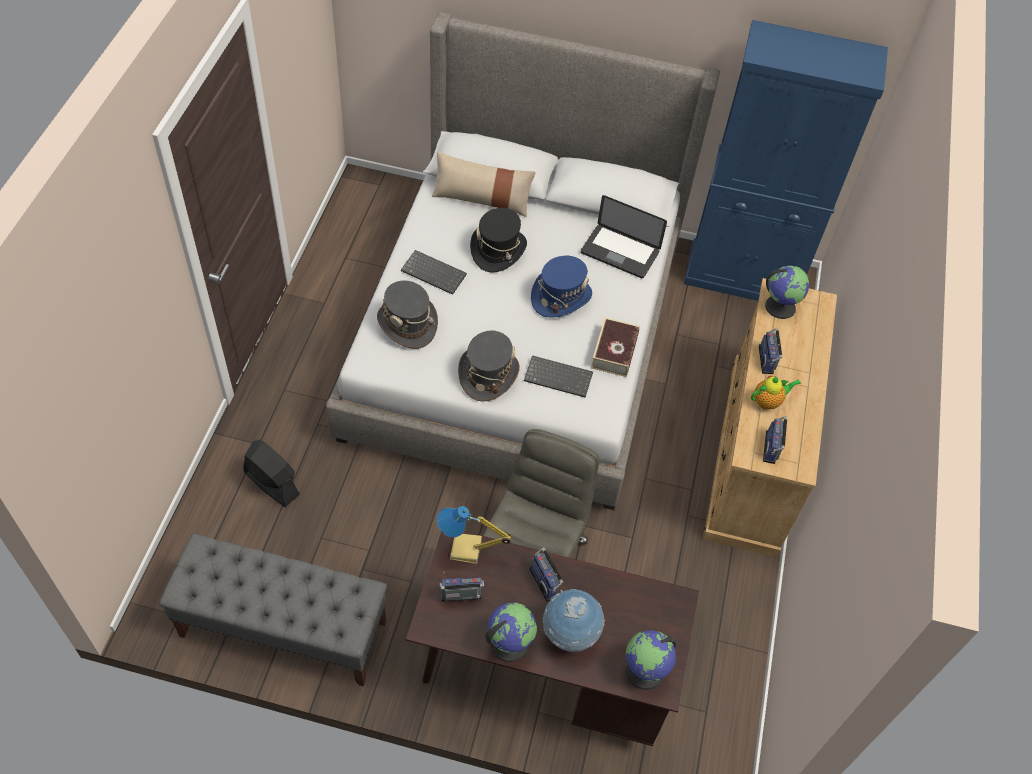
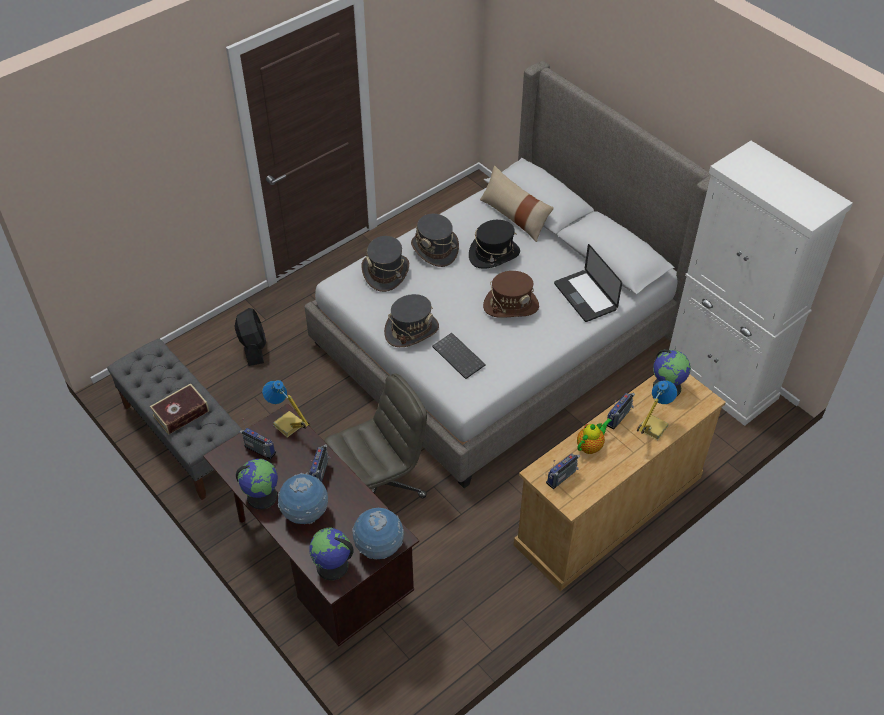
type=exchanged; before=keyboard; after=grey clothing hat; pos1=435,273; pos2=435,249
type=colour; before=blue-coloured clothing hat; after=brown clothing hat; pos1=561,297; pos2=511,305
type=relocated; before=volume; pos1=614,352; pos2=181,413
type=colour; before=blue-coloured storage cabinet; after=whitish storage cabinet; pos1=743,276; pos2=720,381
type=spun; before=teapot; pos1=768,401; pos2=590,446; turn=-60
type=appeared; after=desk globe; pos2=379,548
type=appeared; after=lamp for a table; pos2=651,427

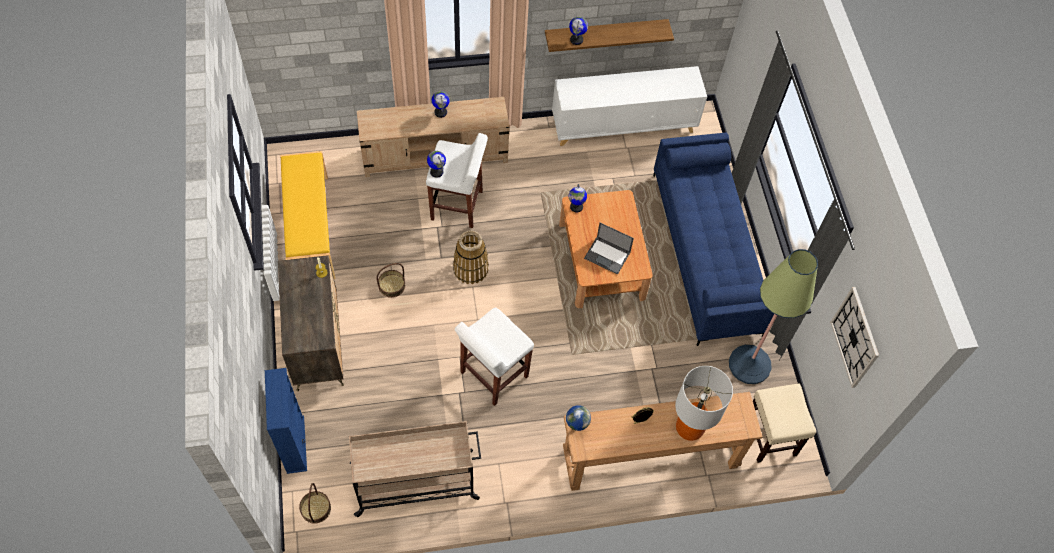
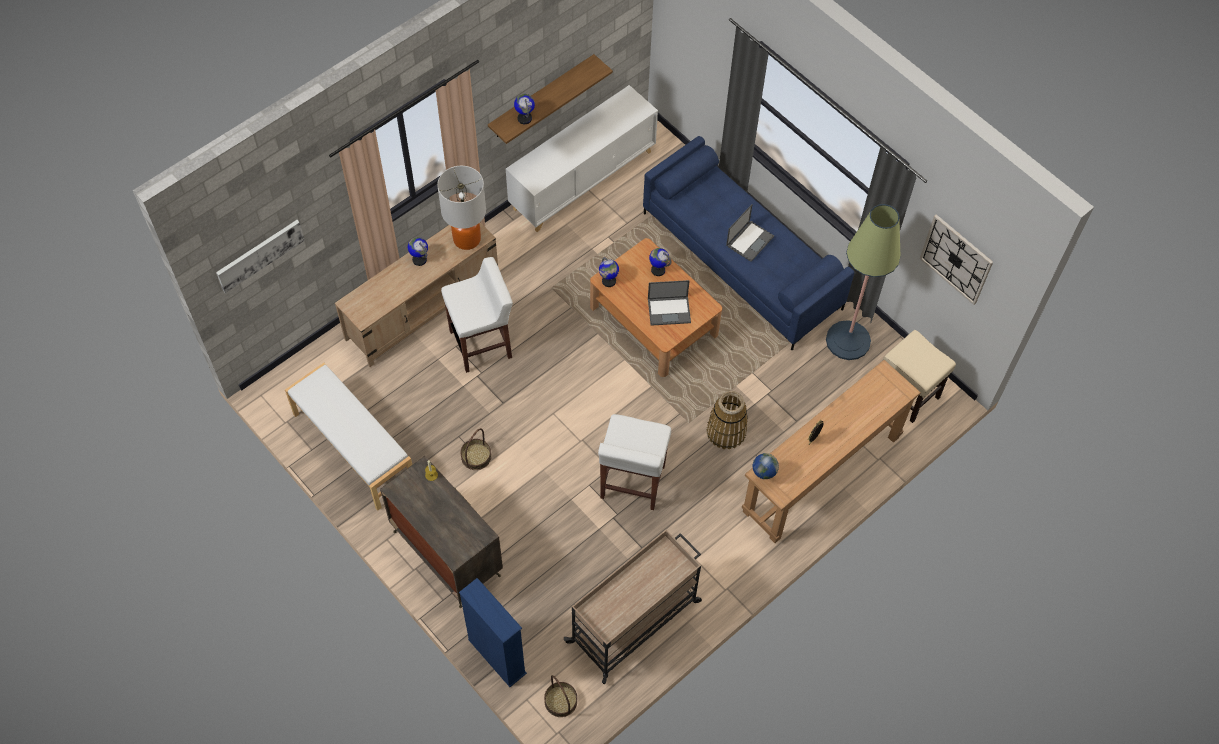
type=colour; before=yellow bench; after=whitish bench; pos1=309,228; pos2=353,448
type=relocated; before=desk globe; pos1=436,172; pos2=658,270
type=relocated; before=household basket; pos1=470,268; pos2=726,431
type=relocated; before=lamp for a table; pos1=690,427; pos2=466,239
type=appeared; after=wall picture; pos2=259,254
type=appeared; after=laptop; pos2=750,240

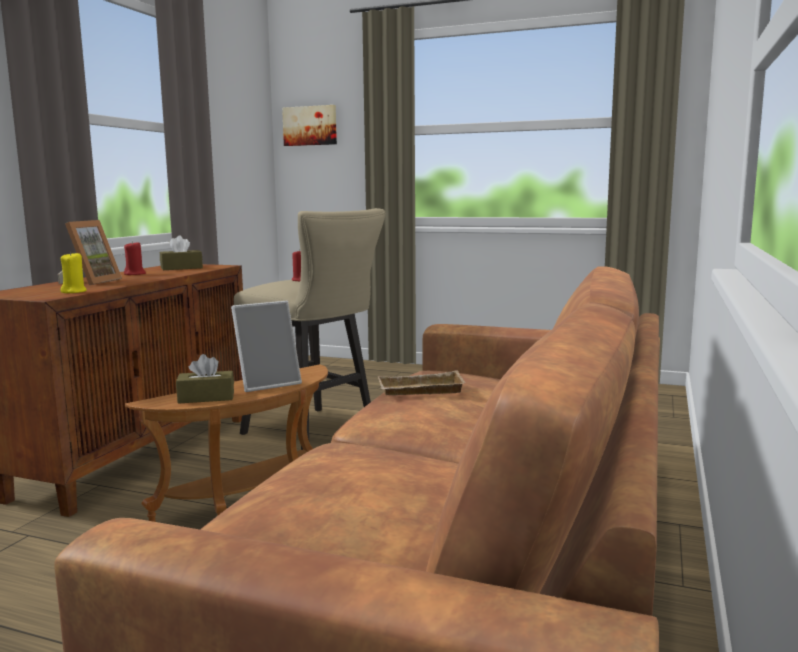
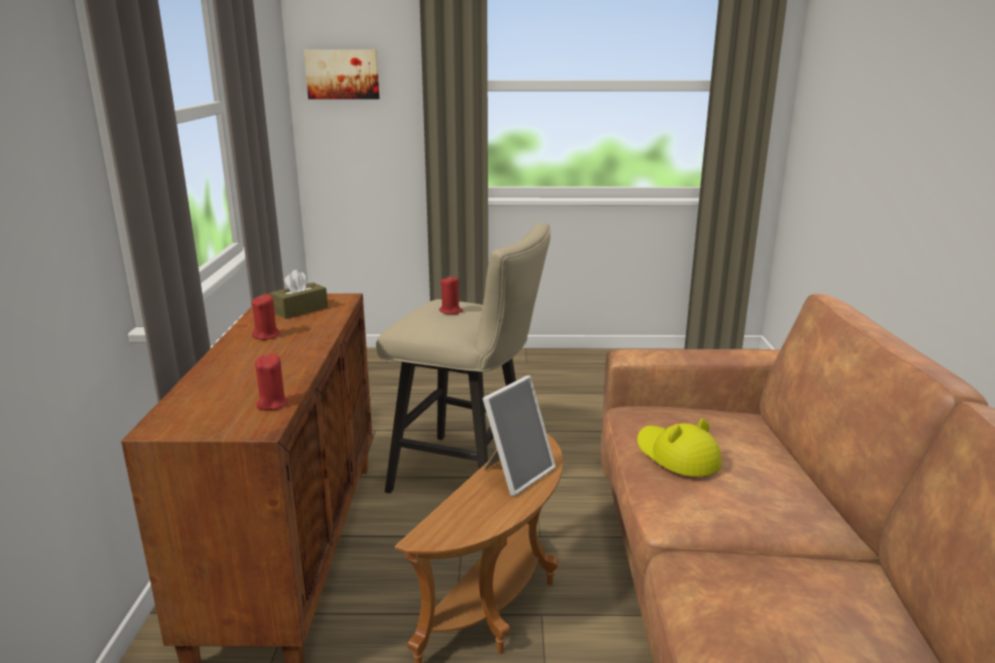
type=missing; before=picture frame; pos1=91,282
type=colour; before=yellow wax candle; after=red-coloured wax candle; pos1=74,292; pos2=272,404
type=missing; before=brown tissue holder; pos1=206,397
type=exchanged; before=beige serving tray; after=yellow clothing hat; pos1=420,391; pos2=676,455

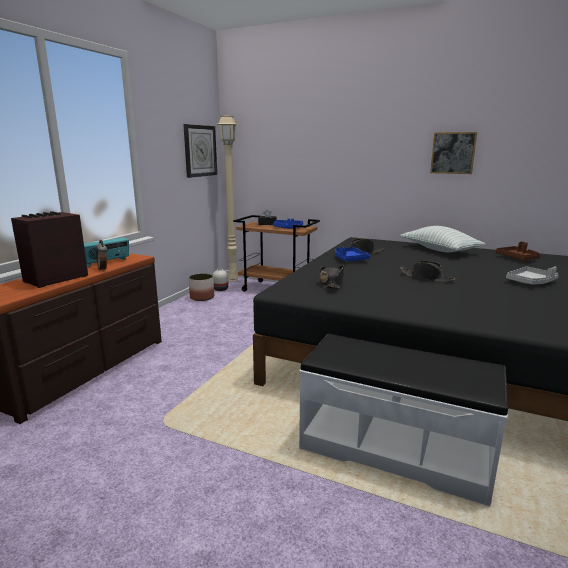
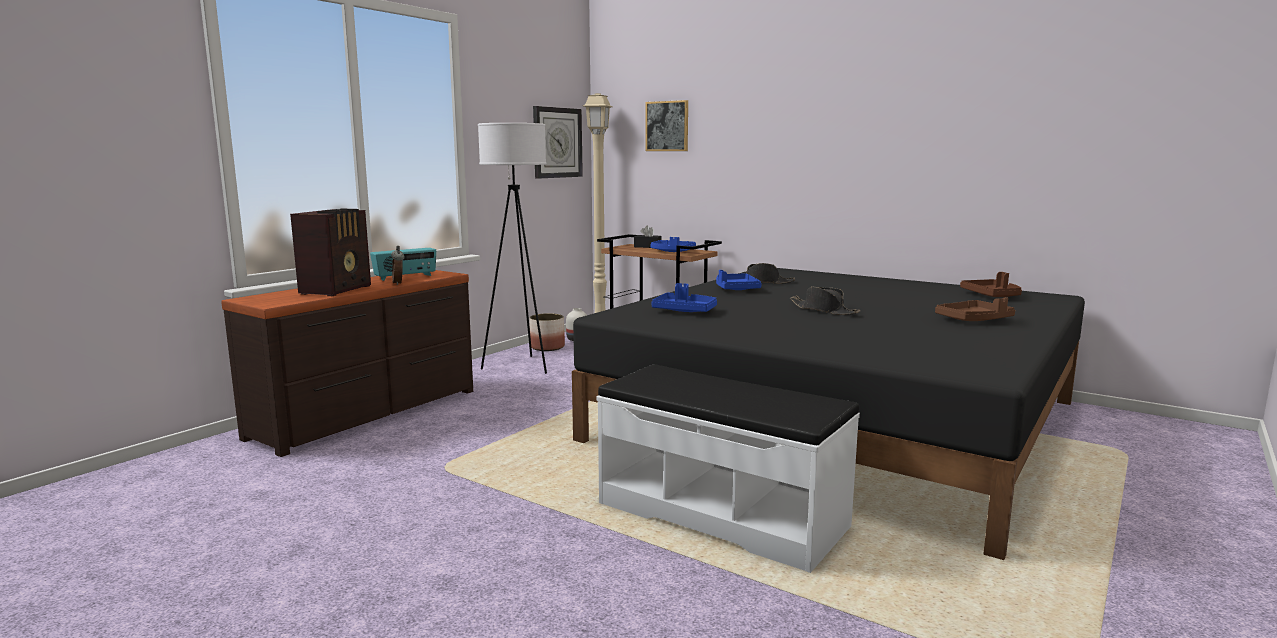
type=spun; before=radio set; pos1=54,279; pos2=338,289; turn=150
type=exchanged; before=black-coloured clothing hat; after=blue-coloured serving tray; pos1=331,283; pos2=685,311
type=missing; before=pillow; pos1=439,250
type=relocated; before=wall picture; pos1=453,153; pos2=667,126
type=colour; before=grey serving tray; after=brown serving tray; pos1=531,282; pos2=974,320
type=appeared; after=whitish standing lamp; pos2=520,366

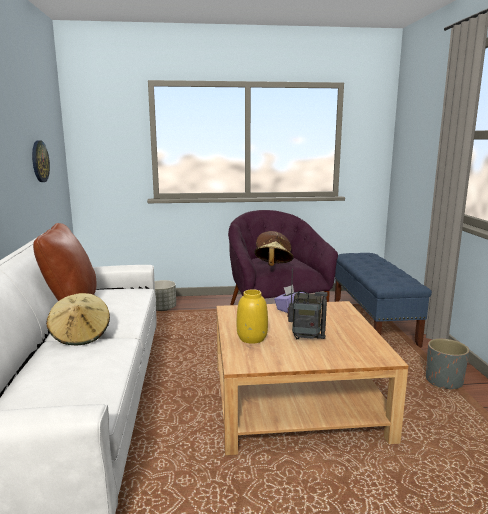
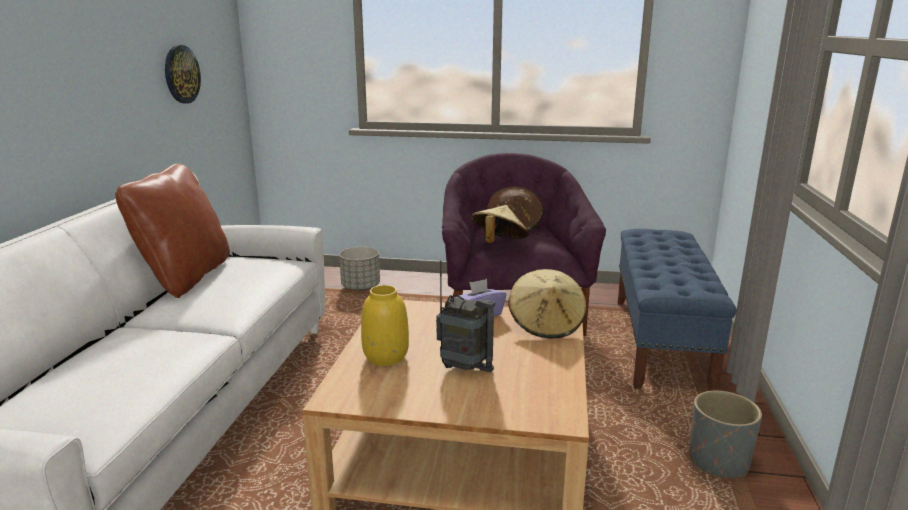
type=relocated; before=beige clothing hat; pos1=81,335; pos2=546,325

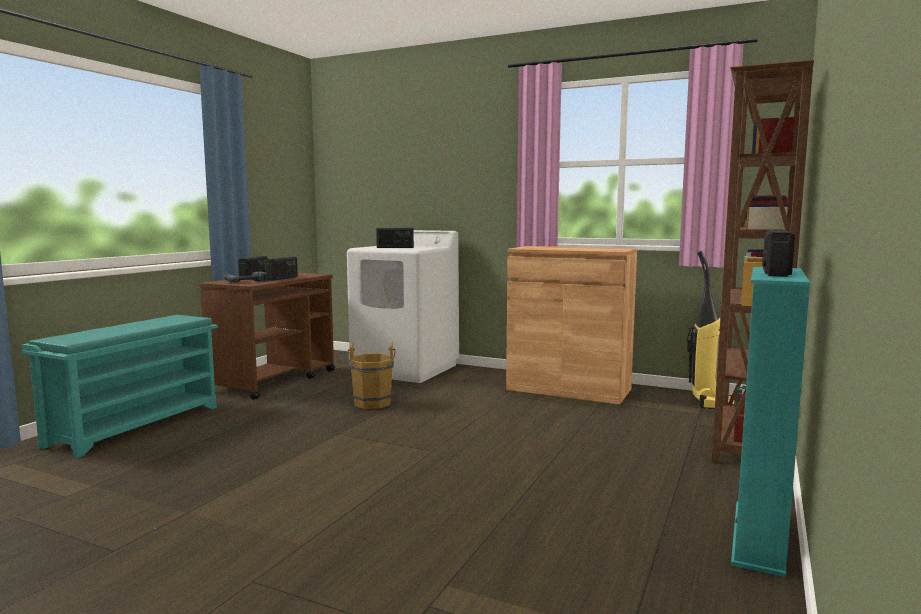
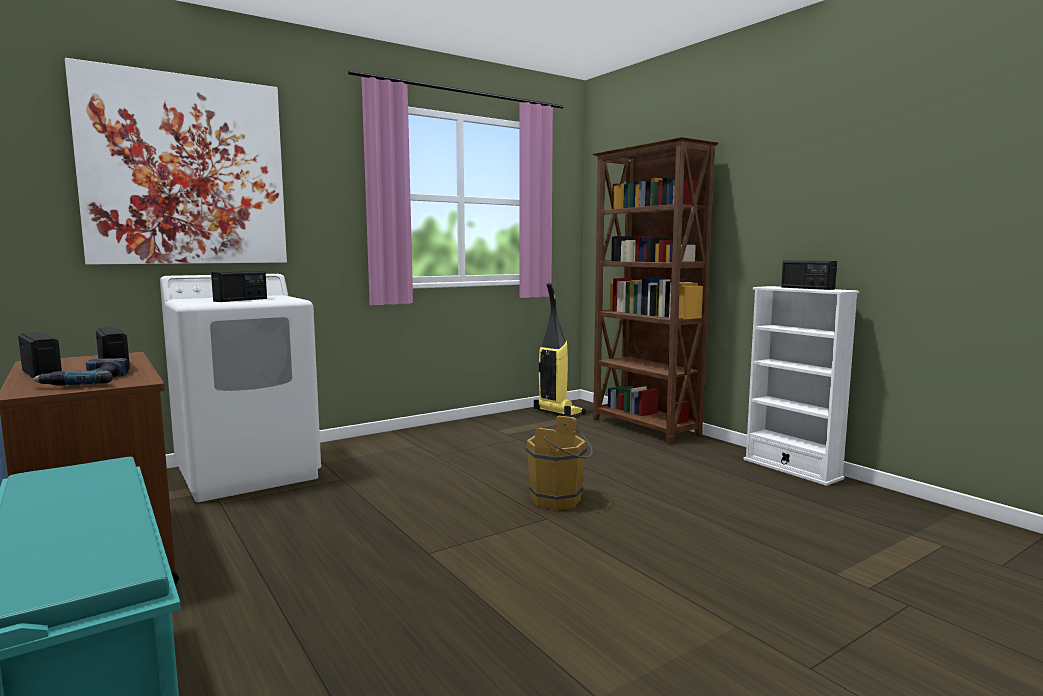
type=relocated; before=brown water bucket; pos1=372,404; pos2=559,501
type=missing; before=brown storage cabinet; pos1=568,389
type=colour; before=turquoise shelving unit; after=whitish shelving unit; pos1=759,537; pos2=791,469
type=appeared; after=wall picture; pos2=186,171

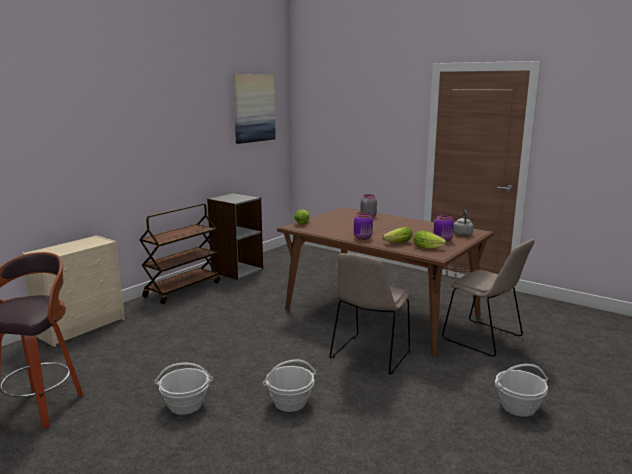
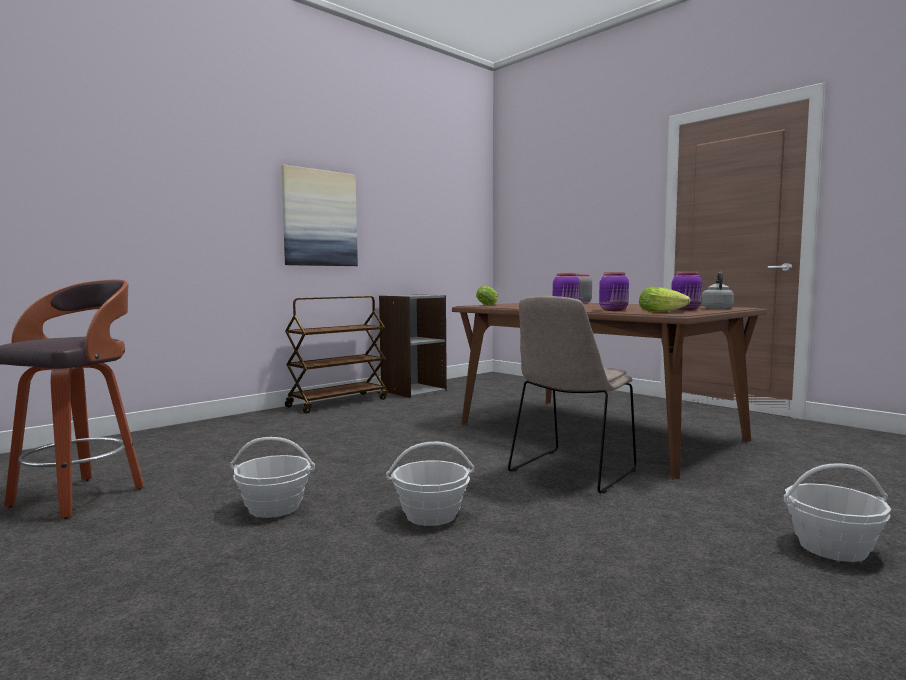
type=missing; before=beige drawer chest; pos1=82,327
type=relocated; before=wall picture; pos1=253,108; pos2=320,218
type=exchanged; before=head of lettuce; after=purple jar; pos1=396,243; pos2=614,310
type=missing; before=beige upright chair; pos1=485,339

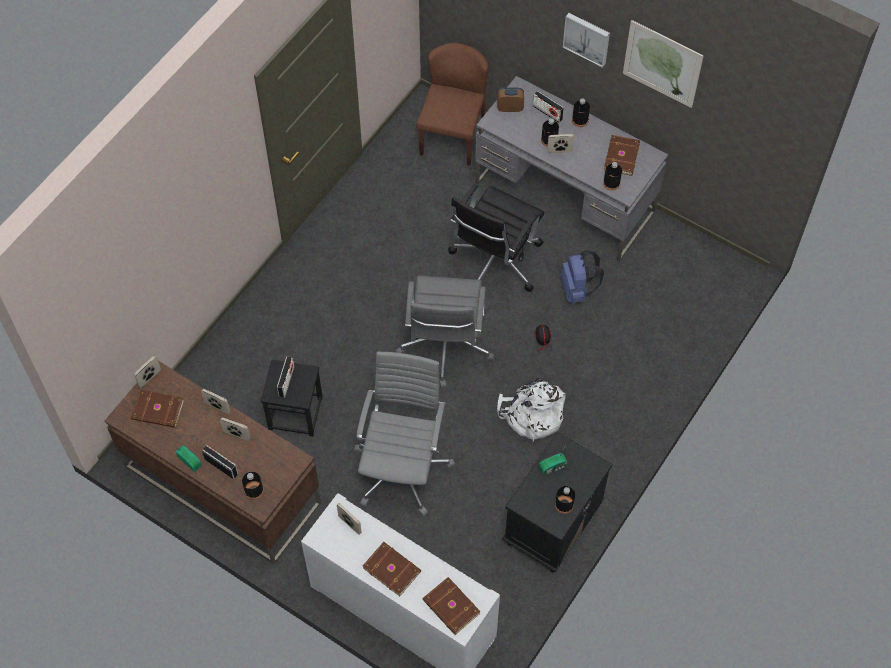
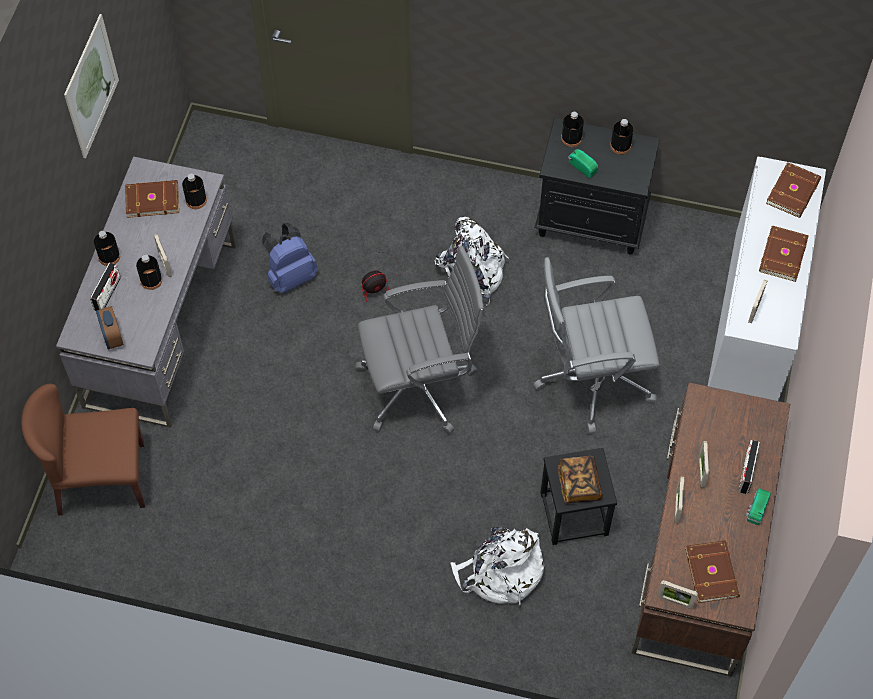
type=relocated; before=black-coloured drink bottle; pos1=254,490; pos2=571,138
type=exchanged; before=radio set; after=volume; pos1=286,381; pos2=579,484
type=missing; before=black-coloured computer chair; pos1=494,263
type=missing; before=wall picture; pos1=587,38
type=appeared; after=whitish rucksack; pos2=500,573

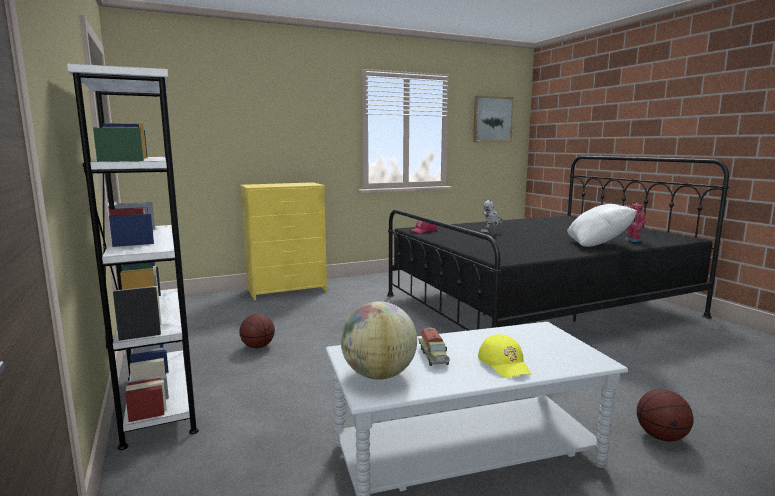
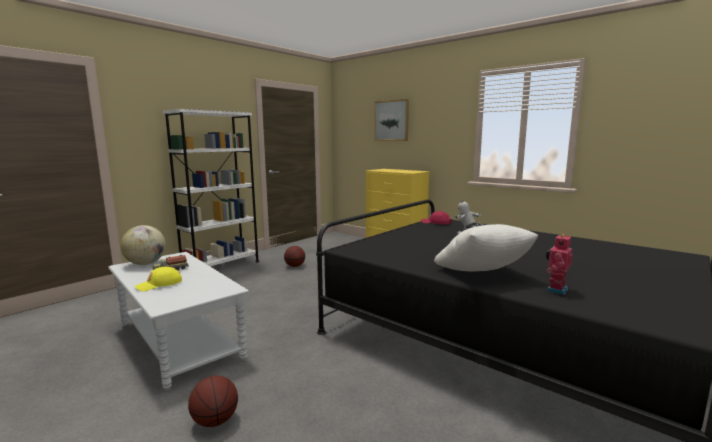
type=relocated; before=wall picture; pos1=492,119; pos2=391,120

